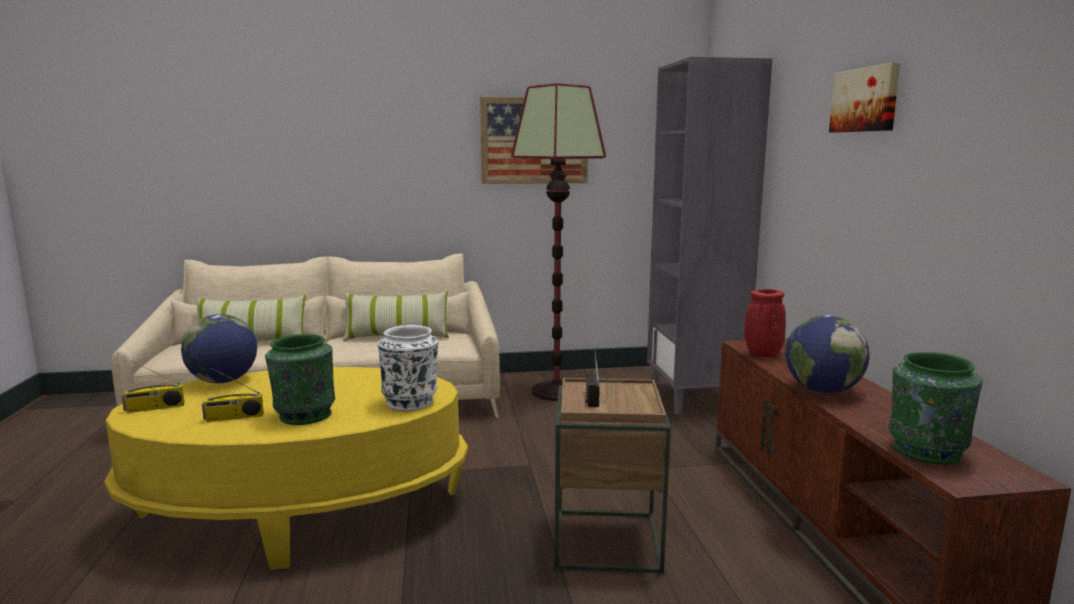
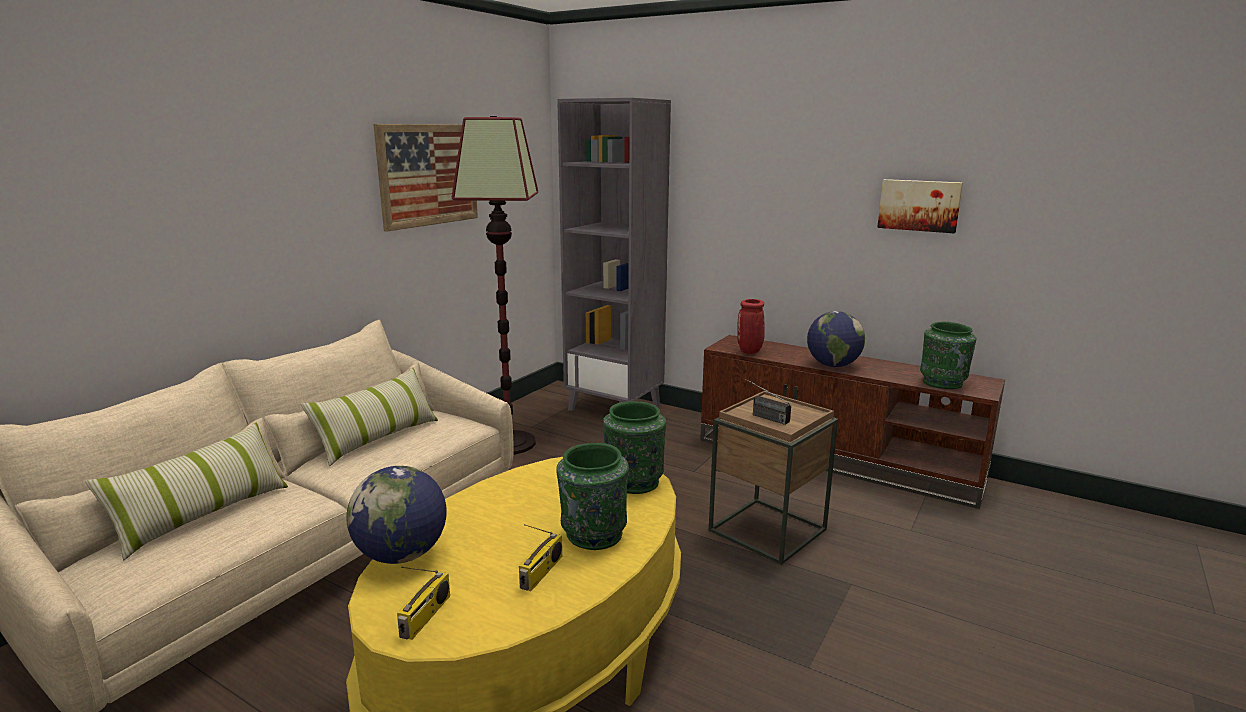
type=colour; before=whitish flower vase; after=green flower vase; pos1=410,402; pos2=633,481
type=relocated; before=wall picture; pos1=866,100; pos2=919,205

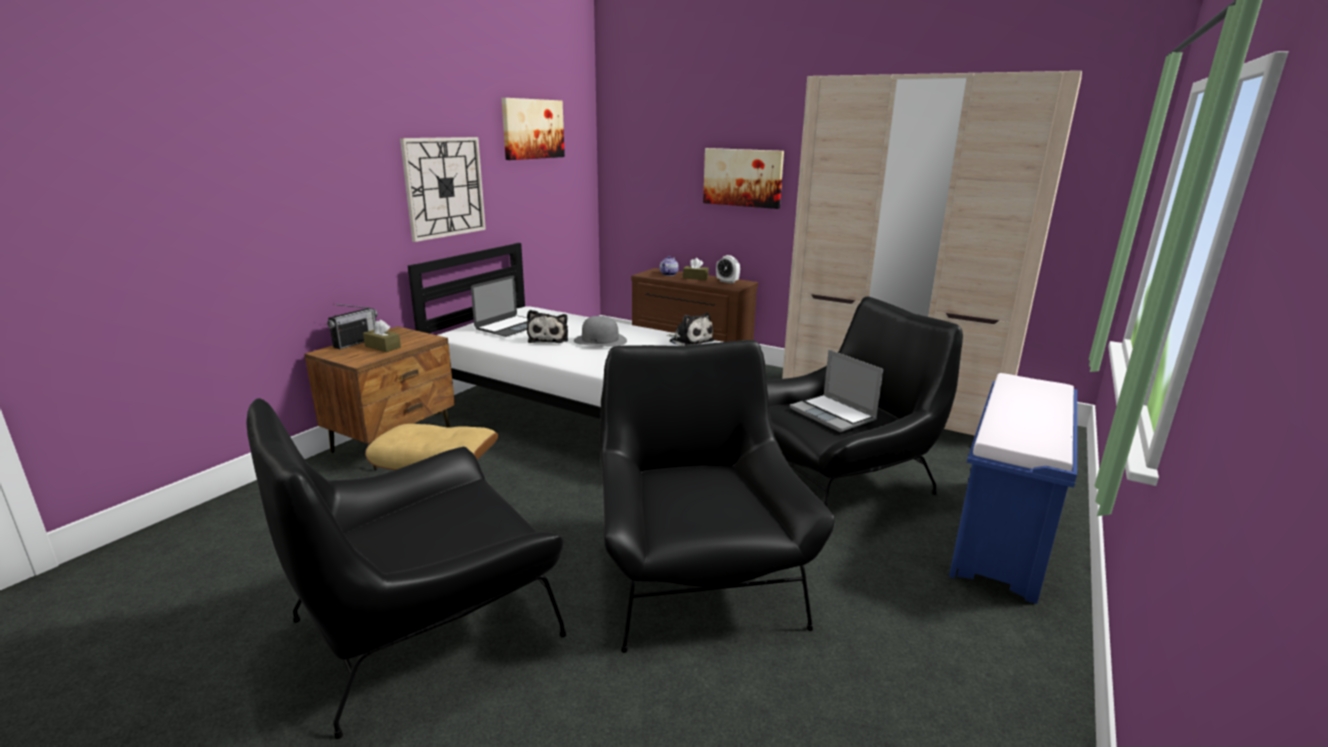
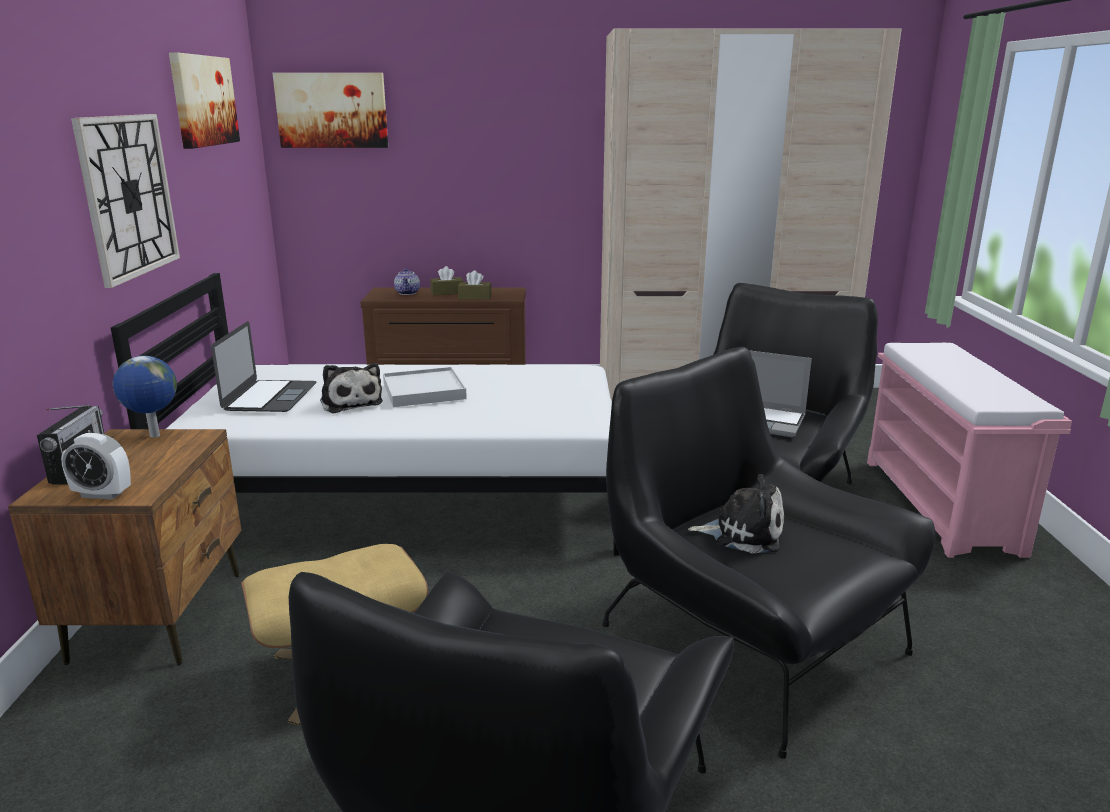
type=relocated; before=brown tissue holder; pos1=383,347; pos2=475,297
type=exchanged; before=grey clothing hat; after=whitish serving tray; pos1=600,340; pos2=424,391
type=relocated; before=cuddly toy; pos1=689,341; pos2=743,533
type=relocated; before=wall picture; pos1=743,177; pos2=332,110
type=relocated; before=alarm clock; pos1=727,281; pos2=102,494
type=colour; before=blue-coloured bench; after=pink-coloured bench; pos1=1002,536; pos2=941,505
type=appeared; after=desk globe; pos2=154,436

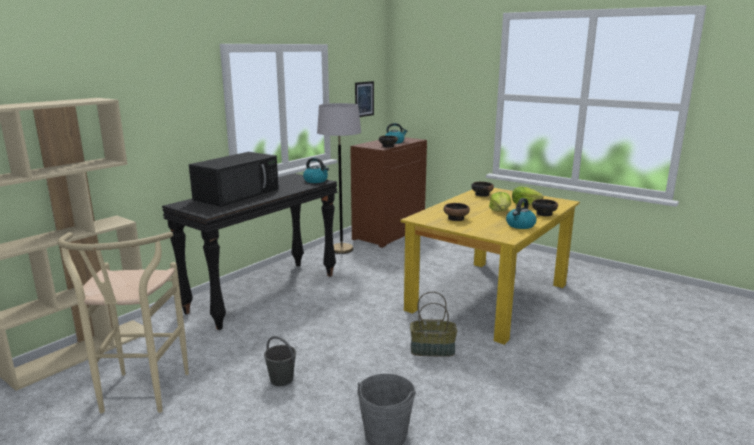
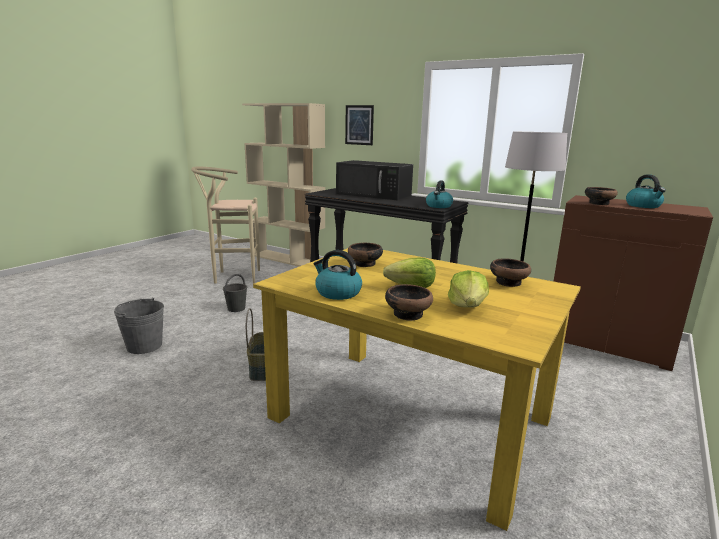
type=relocated; before=wall picture; pos1=364,99; pos2=359,125

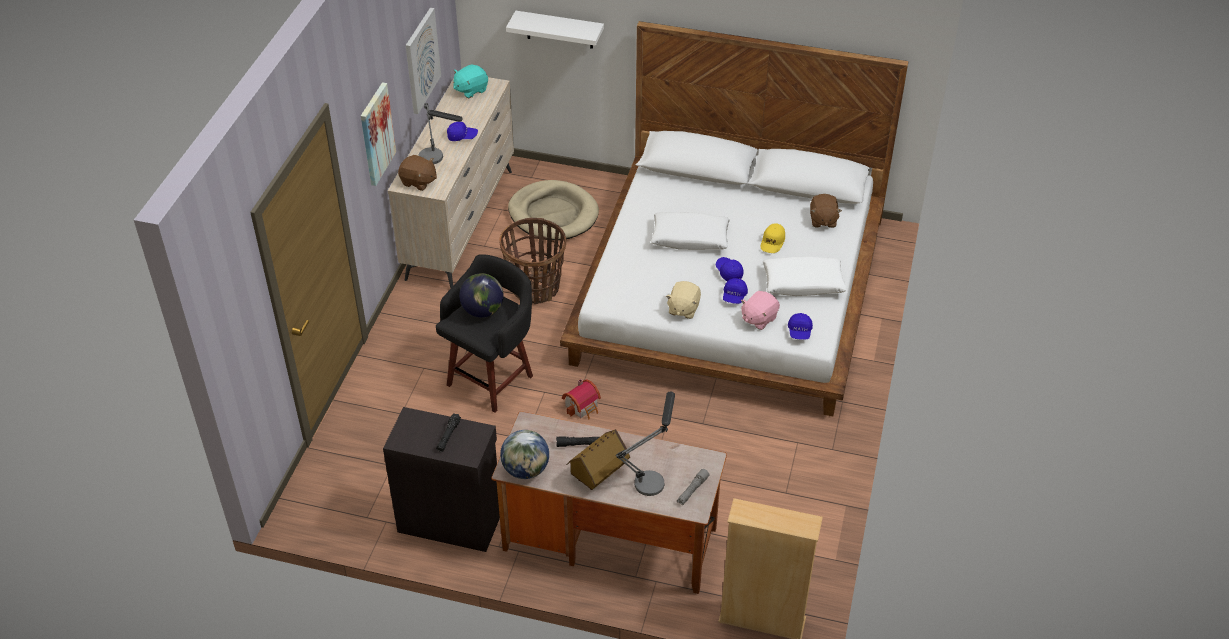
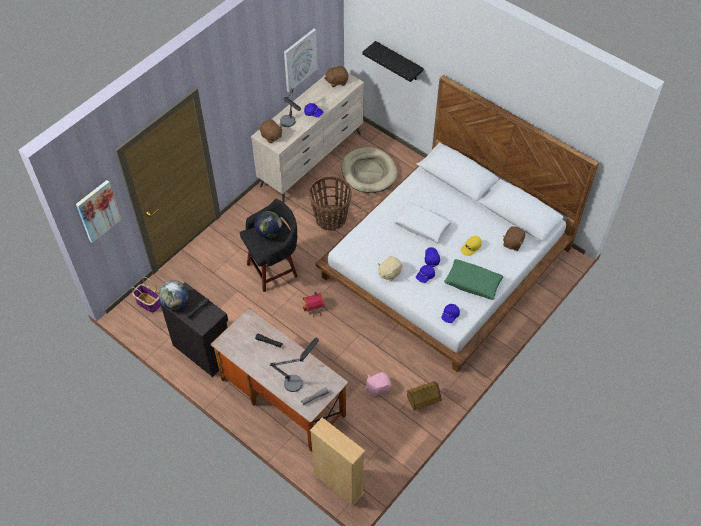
type=relocated; before=wall picture; pos1=376,134; pos2=98,211
type=colour; before=turquoise cuddly toy; after=brown cuddly toy; pos1=470,90; pos2=337,81
type=relocated; before=desk globe; pos1=526,470; pos2=176,303
type=colour; before=whitish wall shelf; after=black-coloured wall shelf; pos1=559,30; pos2=398,61
type=relocated; before=toy house; pos1=598,474; pos2=423,401
type=relocated; before=pink-coloured cuddly toy; pos1=758,318; pos2=377,388
type=colour; before=whitish pillow; after=green pillow; pos1=803,283; pos2=473,283
type=appeared; after=household basket; pos2=148,303

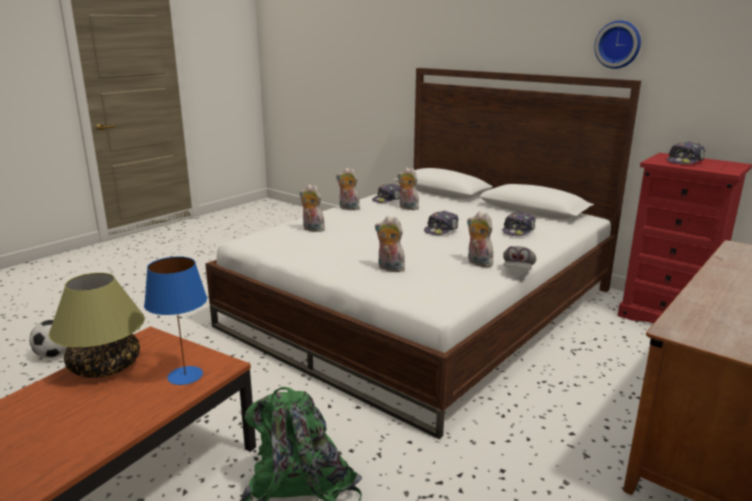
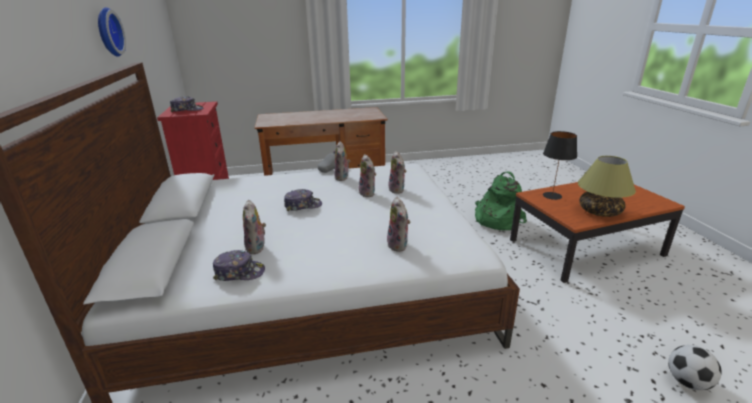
type=colour; before=blue-coloured lamp for a table; after=black-coloured lamp for a table; pos1=184,375; pos2=552,196
type=relocated; before=cuddly toy; pos1=348,208; pos2=368,193
type=missing; before=cap; pos1=518,231

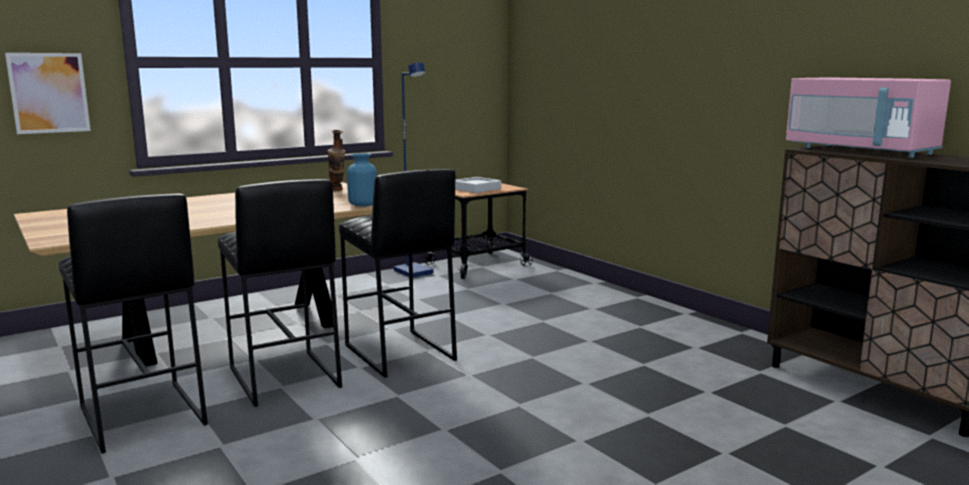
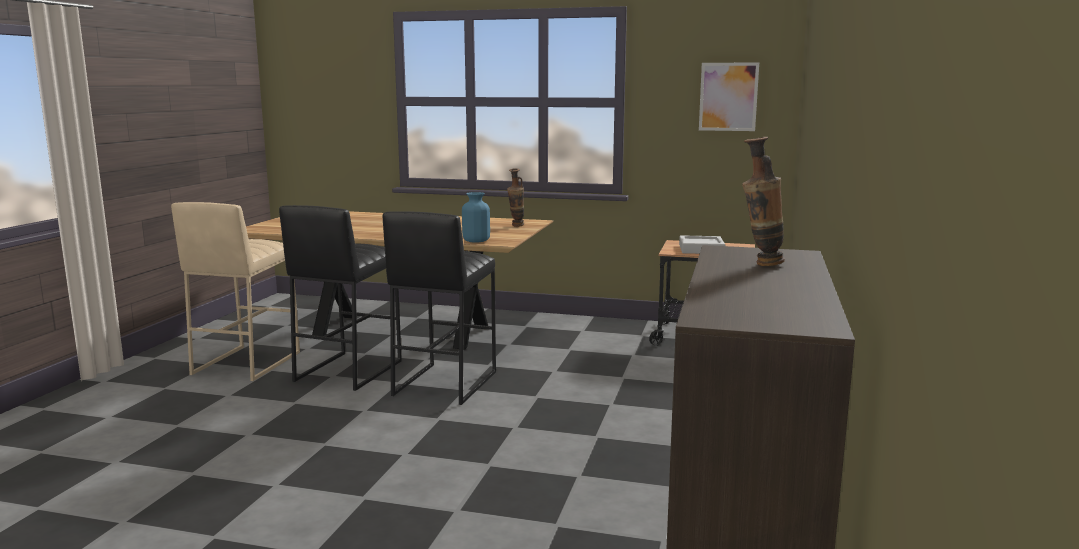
type=relocated; before=wall picture; pos1=49,93; pos2=728,97
type=colour; before=black-coloured sitting stool; after=beige sitting stool; pos1=141,416; pos2=245,363
type=missing; before=blue-coloured standing lamp; pos1=414,272
type=exchanged; before=pink-coloured kitchen microwave; after=flower vase; pos1=860,151; pos2=760,264

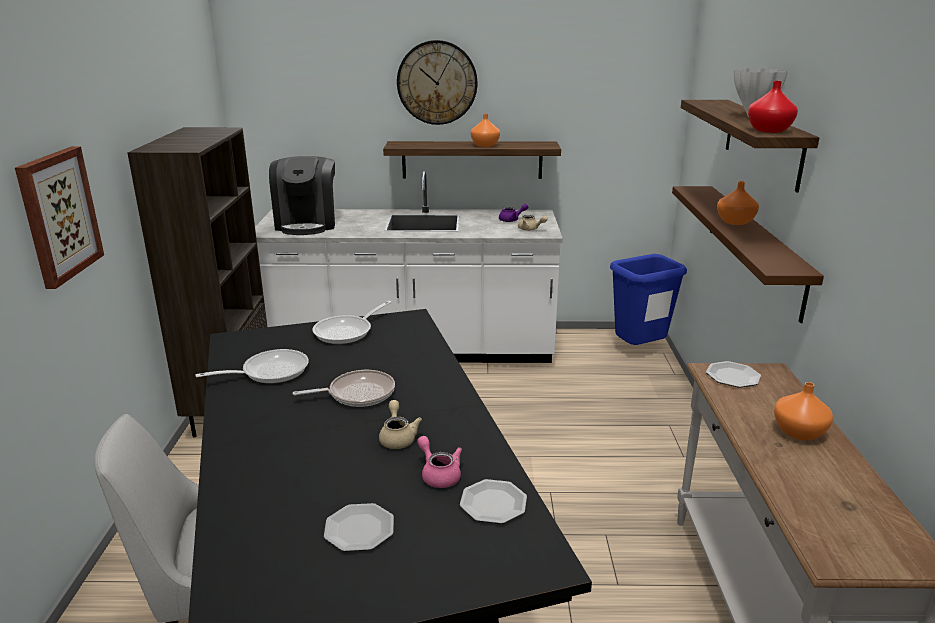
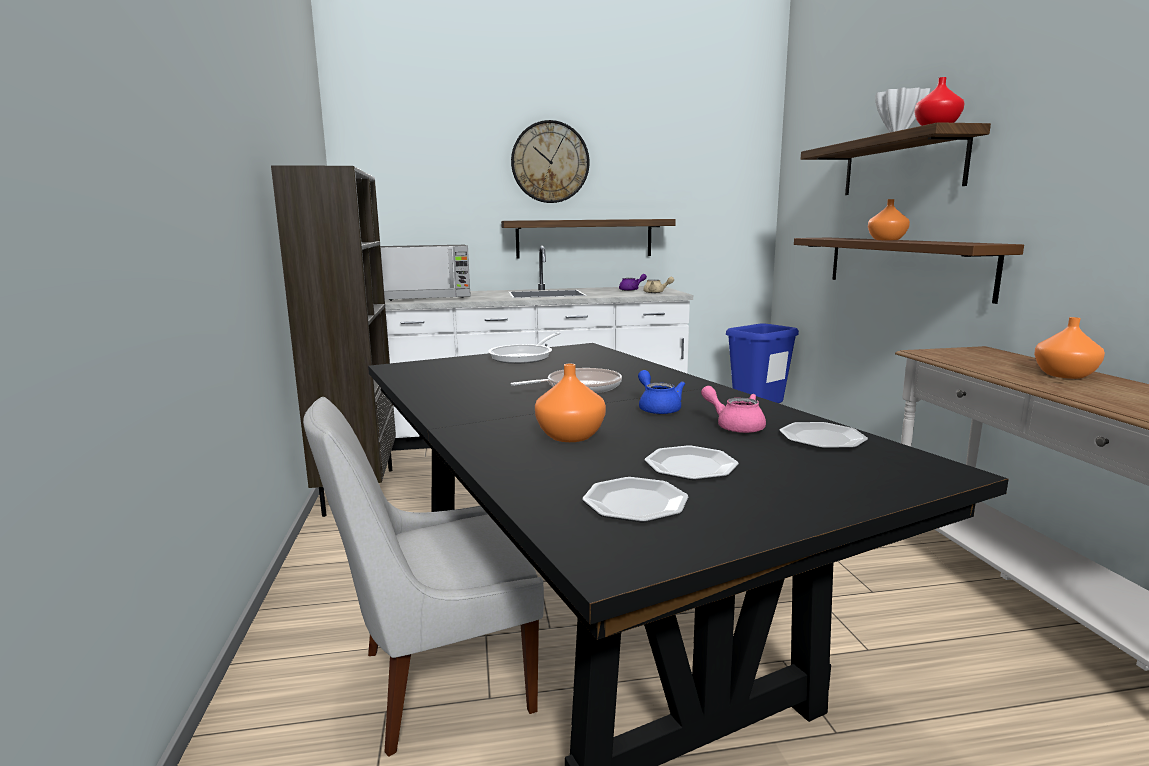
type=missing; before=wall picture; pos1=58,215
type=missing; before=frying pan; pos1=269,372
type=exchanged; before=coffee brewer; after=kitchen microwave; pos1=307,224; pos2=427,297
type=colour; before=beige teapot; after=blue-coloured teapot; pos1=398,437; pos2=657,408
type=relocated; before=orangey flower vase; pos1=485,145; pos2=570,436
type=relocated; before=flat dish; pos1=732,376; pos2=634,503

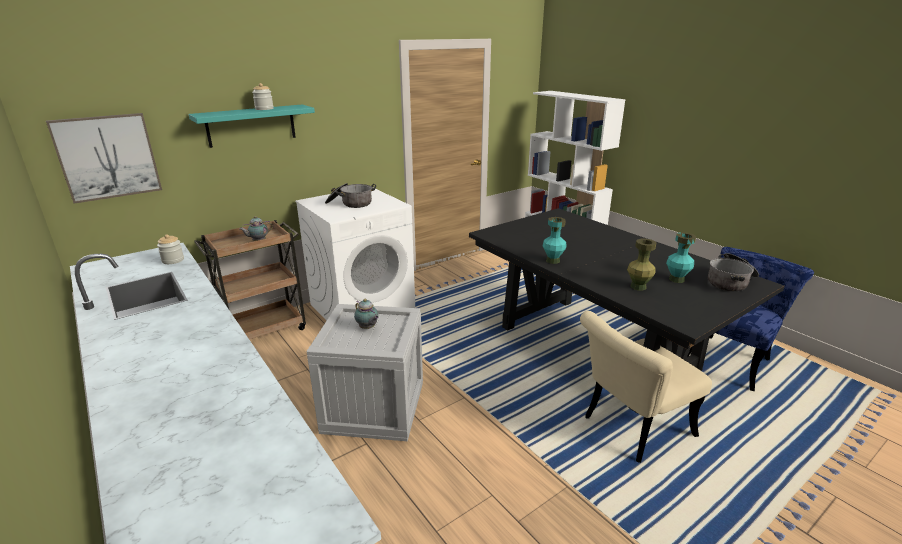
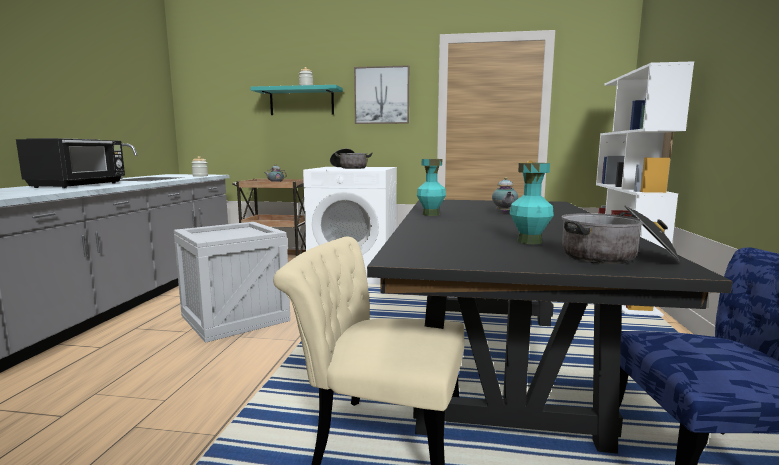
type=relocated; before=wall picture; pos1=107,157; pos2=382,95
type=relocated; before=teapot; pos1=367,328; pos2=504,213
type=missing; before=green flower vase; pos1=638,287
type=appeared; after=black-coloured kitchen microwave; pos2=80,185

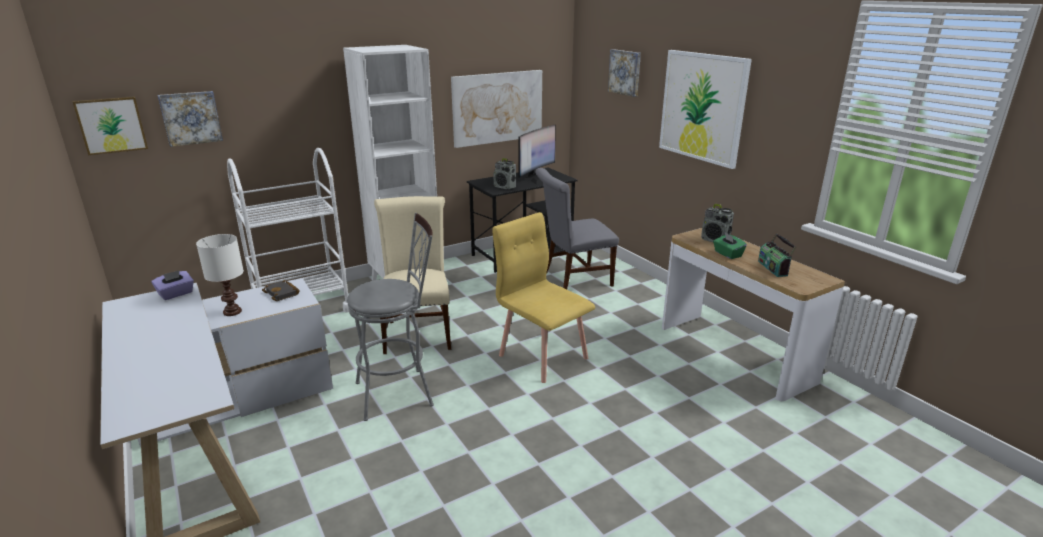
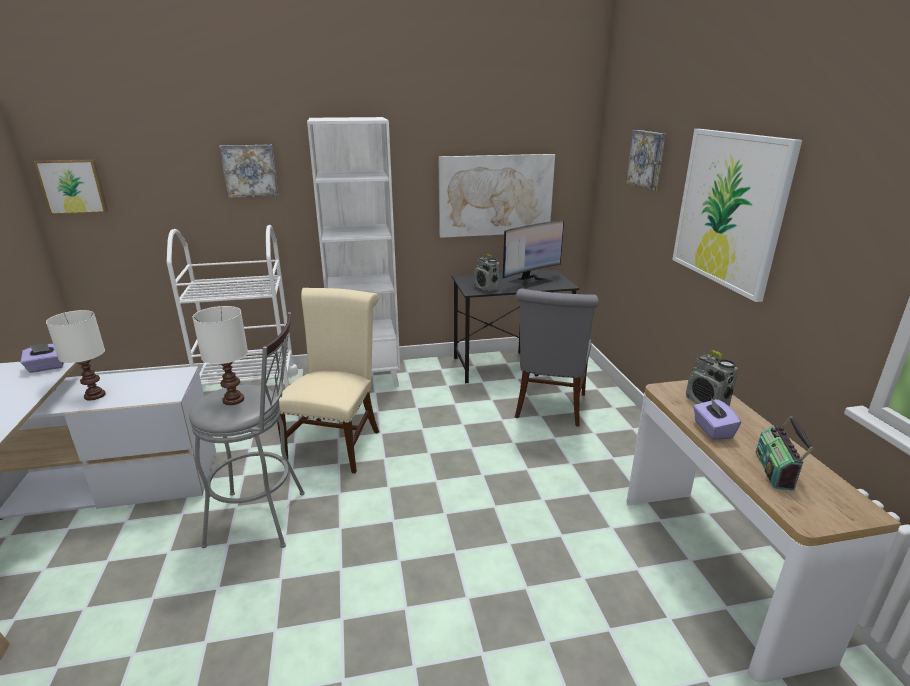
type=relocated; before=wall picture; pos1=191,118; pos2=250,170
type=missing; before=black-coloured volume; pos1=283,293
type=missing; before=yellow upright chair; pos1=543,356
type=spun; before=grey upright chair; pos1=573,279; pos2=549,408; turn=-75
type=colour; before=green tissue holder; after=purple tissue holder; pos1=727,254; pos2=712,430
type=appeared; after=whitish lamp for a table; pos2=234,400

